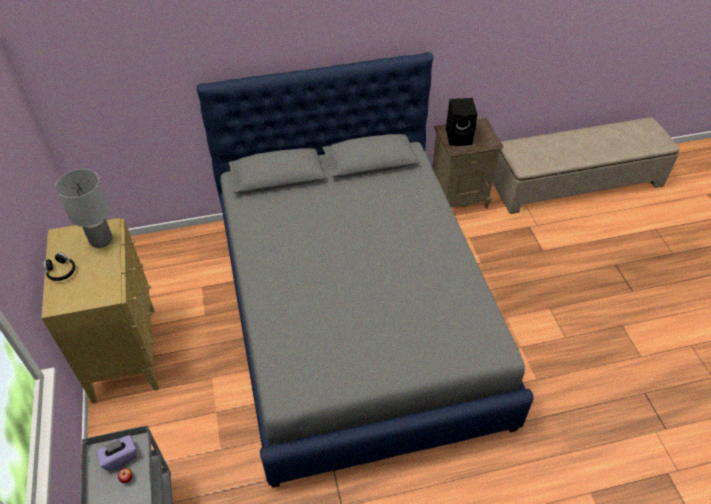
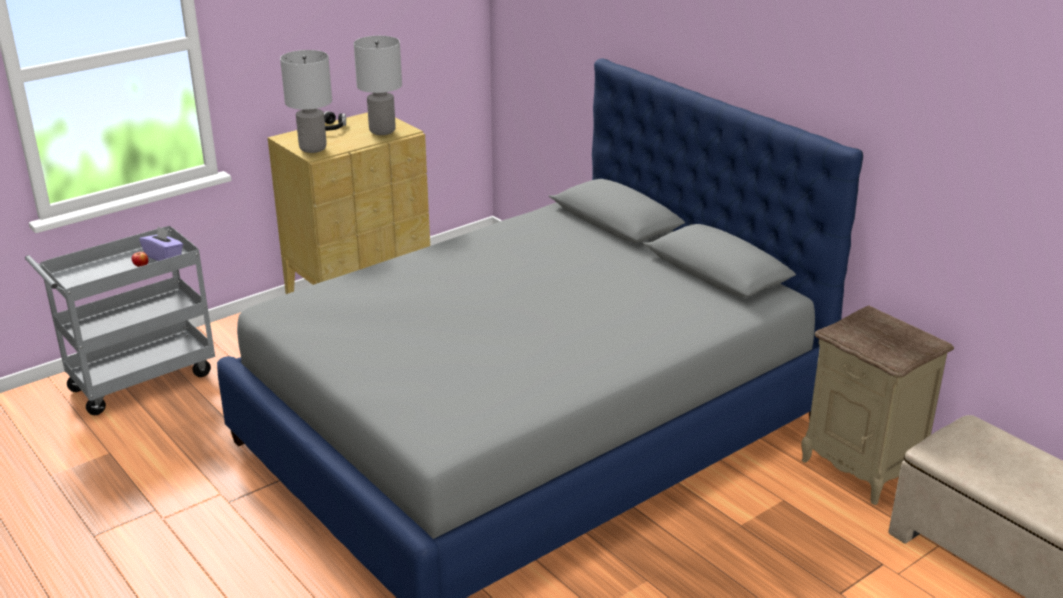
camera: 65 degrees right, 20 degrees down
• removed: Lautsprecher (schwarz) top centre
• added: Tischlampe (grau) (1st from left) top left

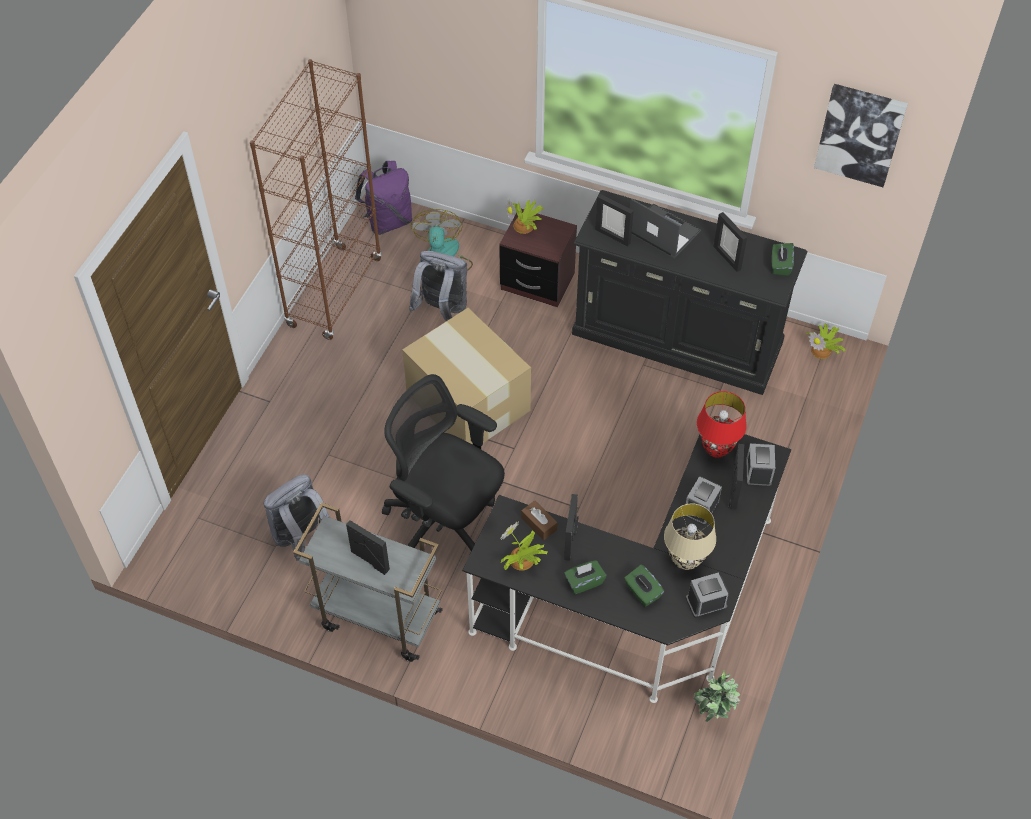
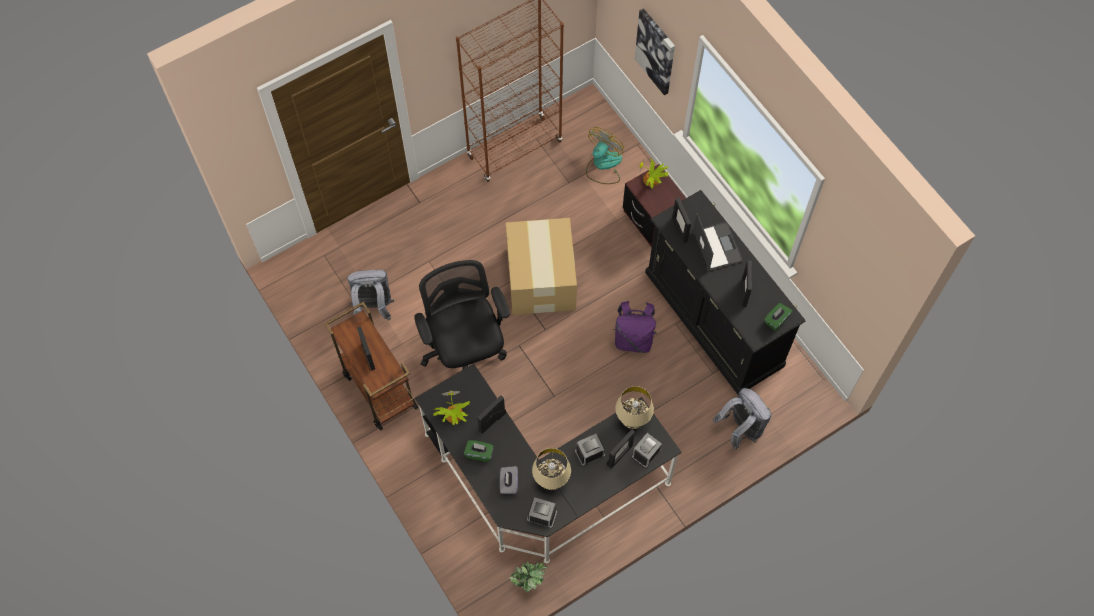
camera: 35 degrees right, 10 degrees up
• moved: Bild top right to top centre
• moved: Rucksack (lila) top centre to centre
• moved: Rucksack (grau) (2nd from left) centre to bottom right
• removed: Topfpflanze (4th from left) middle right
• recoloured: Tischlampe (rot) middle right to Tischlampe (beige) (2nd from left) centre
• removed: Taschentuchbox (braun) centre
• recoloured: Rollwagen (grau) bottom centre to Rollwagen (braun) centre
• recoloured: Taschentuchbox (grün) (2nd from left) bottom centre to Taschentuchbox (grau) bottom centre

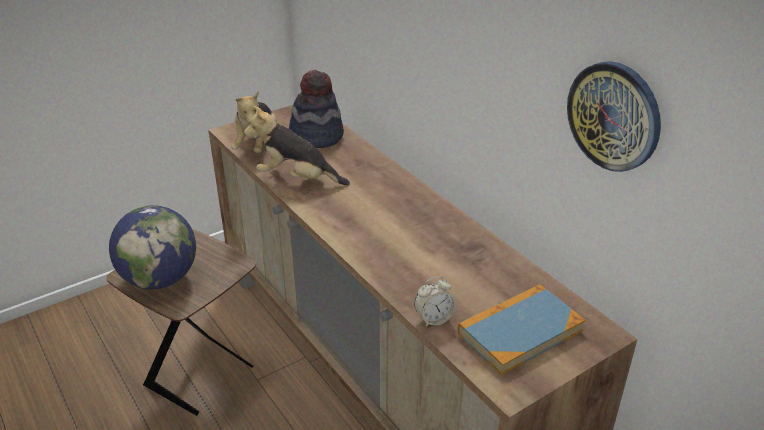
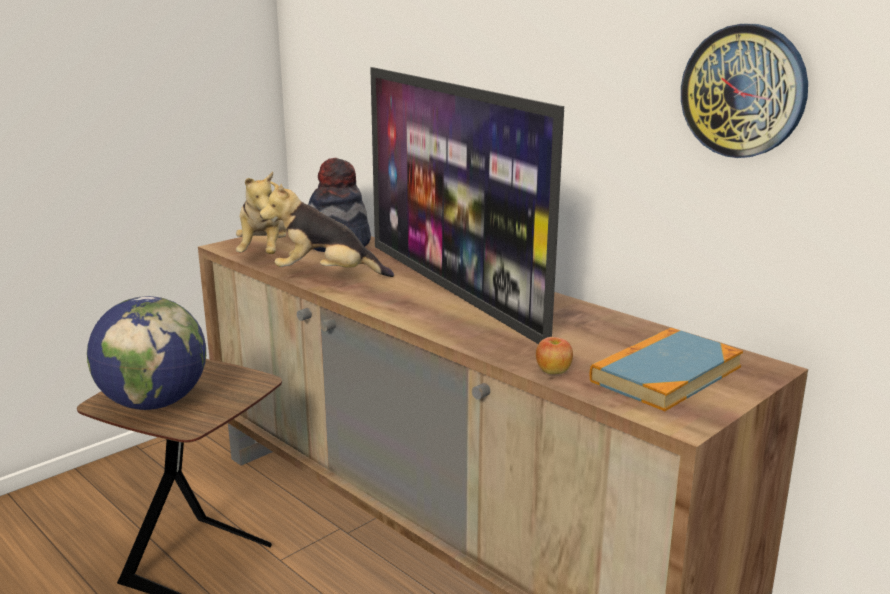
camera: 10 degrees left, 15 degrees down
• replaced: Wecker bottom centre to Apfel centre
• added: Fernseher centre

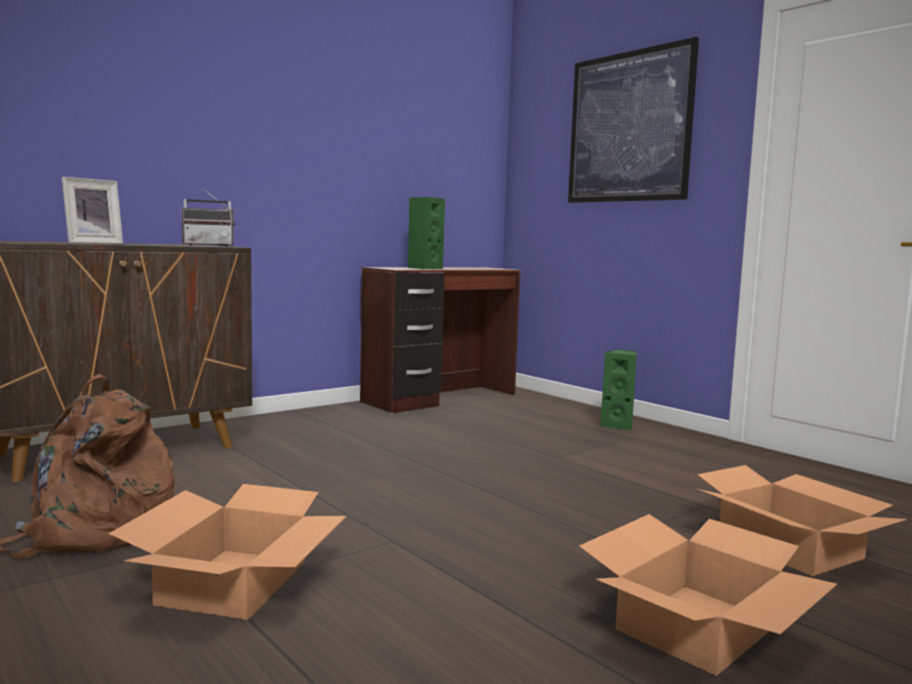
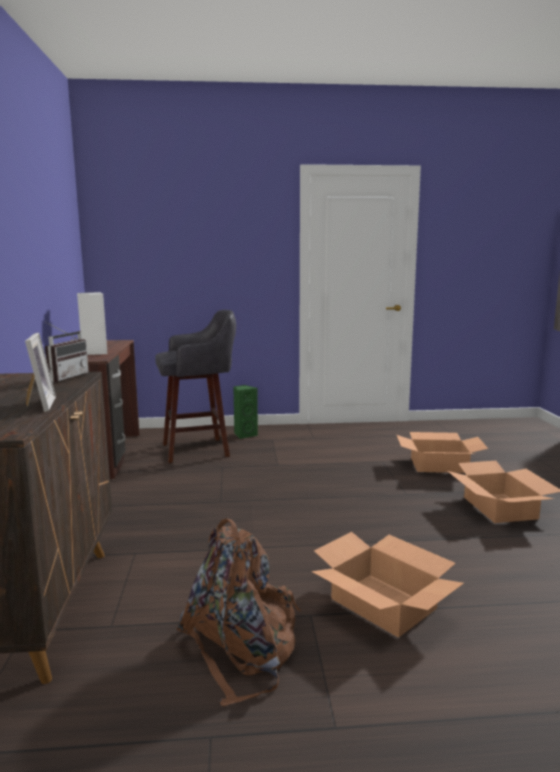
camera: 55 degrees left, 5 degrees up
• removed: Bild top right
• recoloured: Lautsprecher (grün) (1st from left) centre to Lautsprecher (weiß) middle left
• added: Hocker (grau) centre

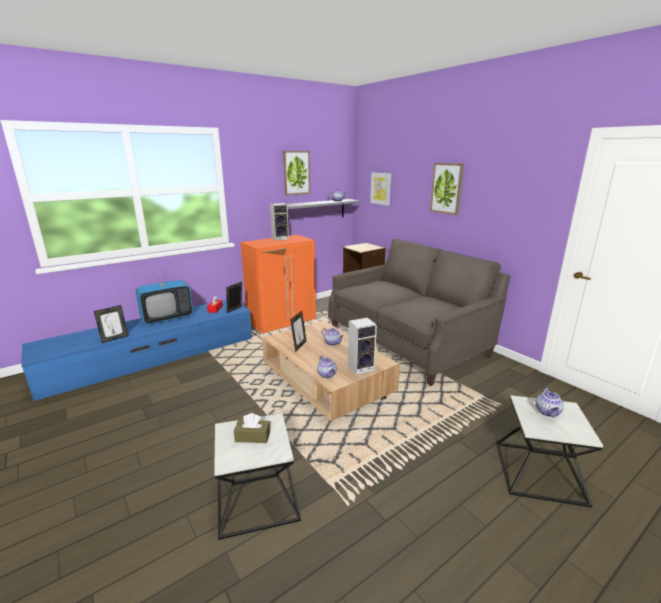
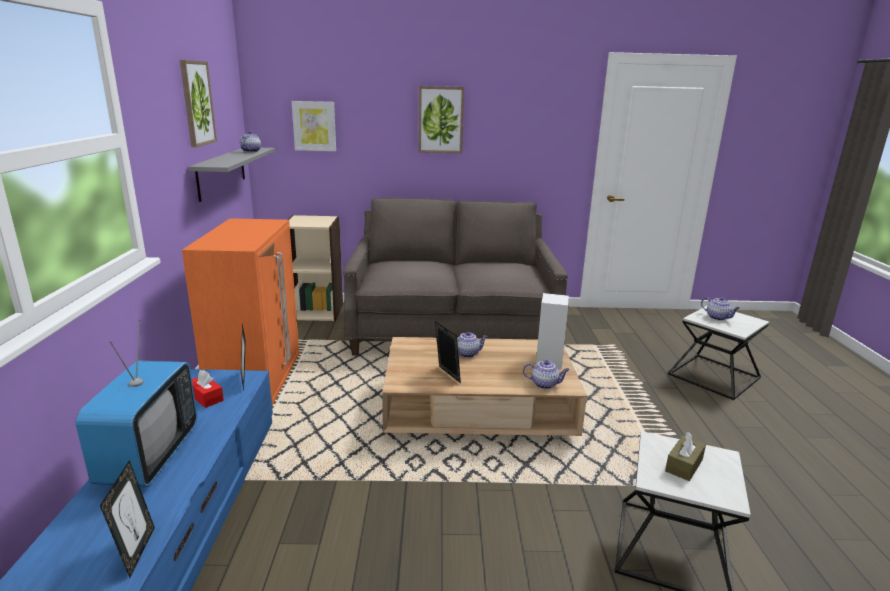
camera: 55 degrees left, 0 degrees up
• removed: Lautsprecher (1st from left) centre

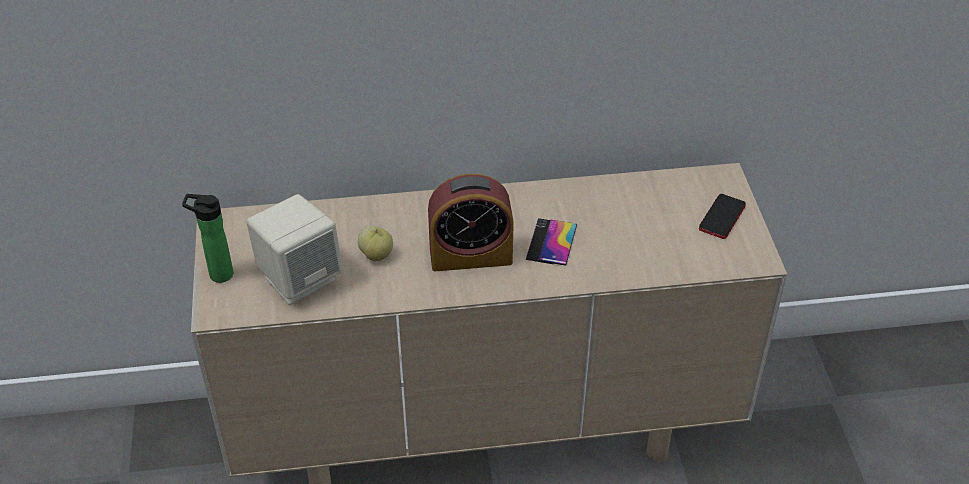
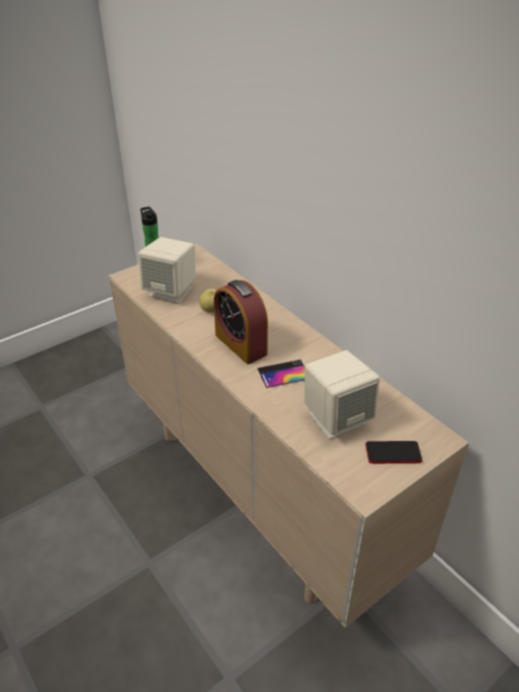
camera: 60 degrees right, 5 degrees down
• added: Lautsprecher (beige) (2nd from left) centre

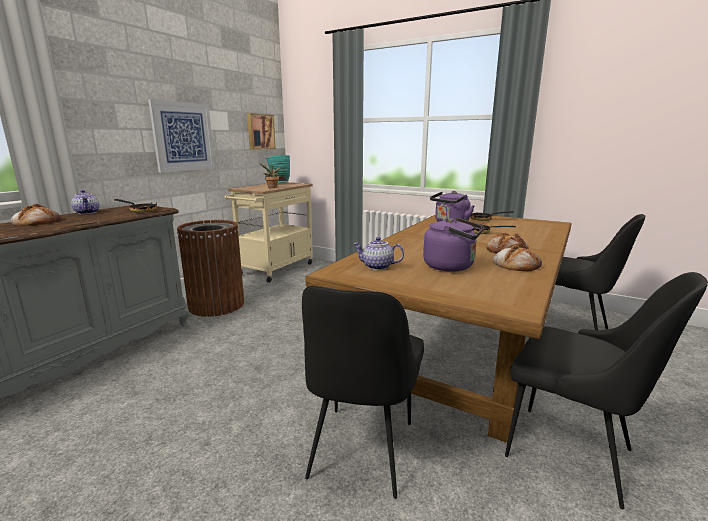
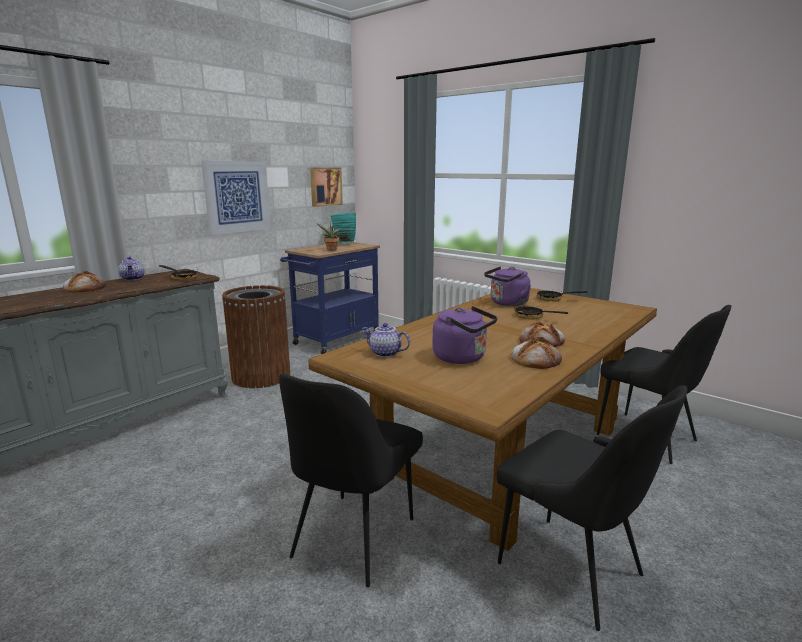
camera: 10 degrees right, 0 degrees up
• recoloured: Rollwagen (beige) centre to Rollwagen (blau) centre

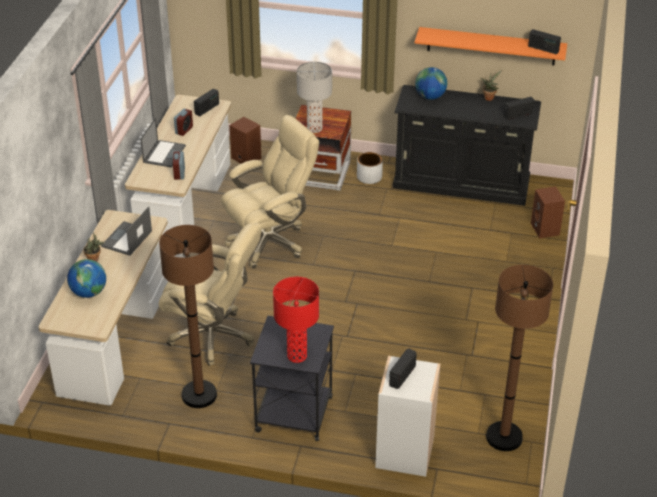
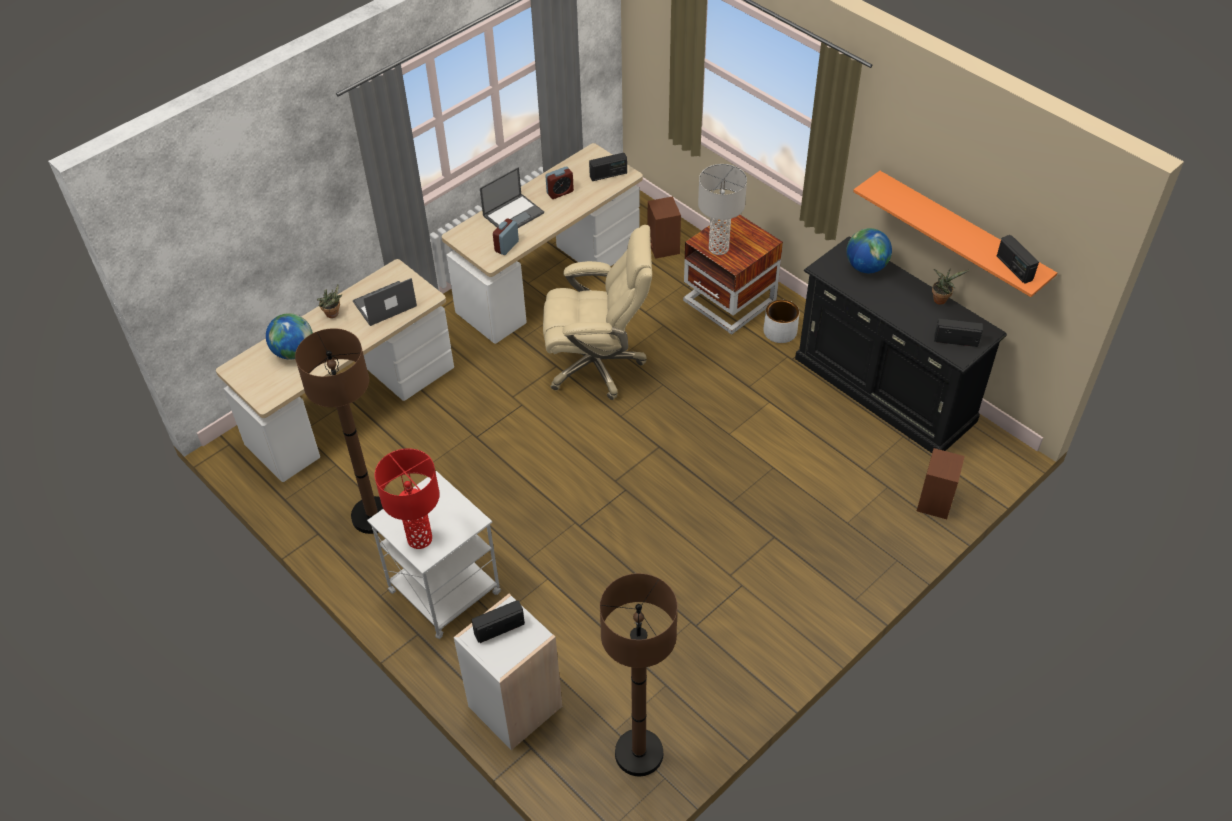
camera: 35 degrees right, 10 degrees up
• removed: Bürostuhl (beige) (1st from left) middle left
• recoloured: Rollwagen (schwarz) bottom centre to Rollwagen (weiß) bottom centre

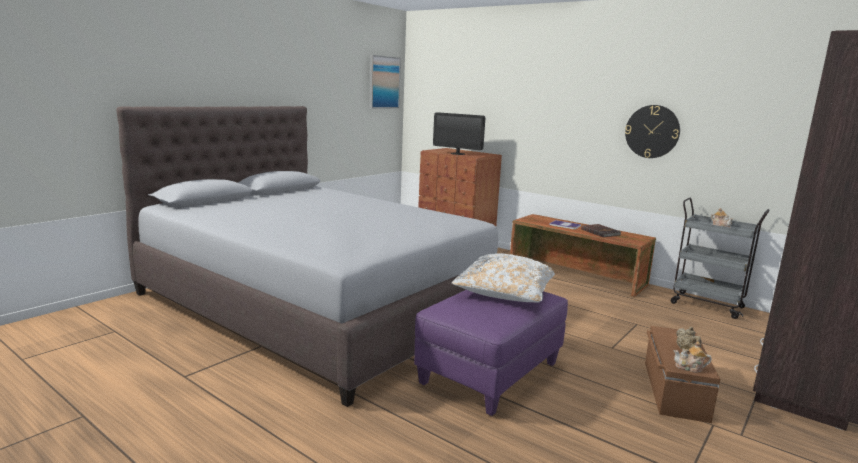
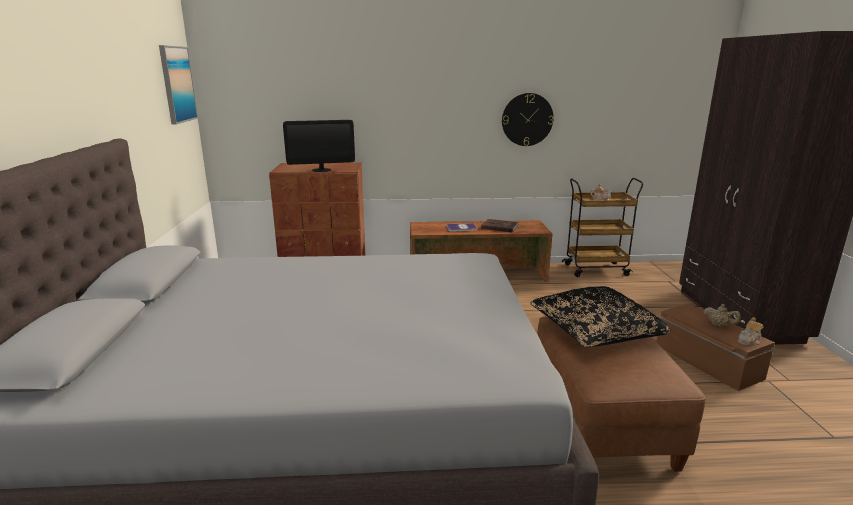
camera: 40 degrees left, 5 degrees up
• recoloured: Rollwagen (grau) middle right to Rollwagen (braun) middle right
• recoloured: Kissen (weiß) centre to Kissen (schwarz) middle right
• recoloured: Polsterhocker (lila) bottom centre to Polsterhocker (braun) bottom right

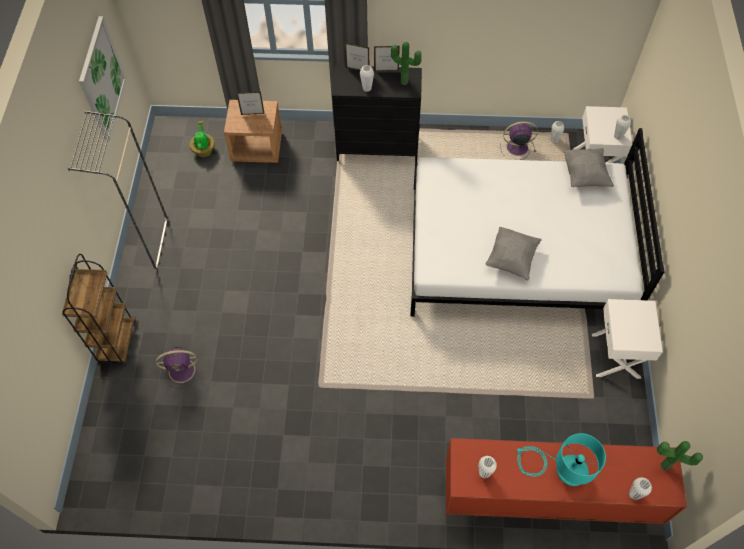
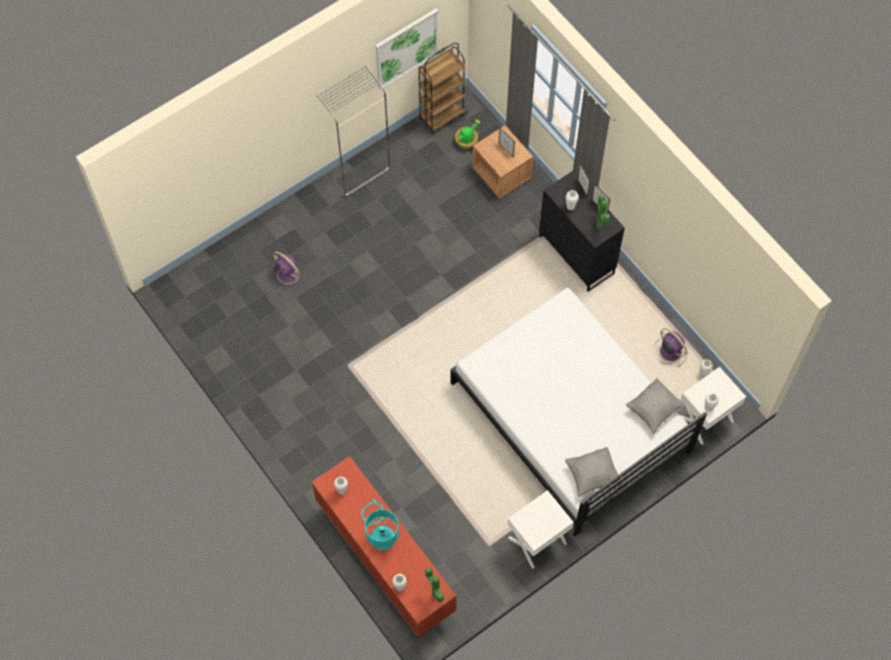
camera: 50 degrees right, 5 degrees up
• moved: Kissen (grau) (1st from left) middle right to bottom right
• moved: Rollwagen (braun) middle left to top centre

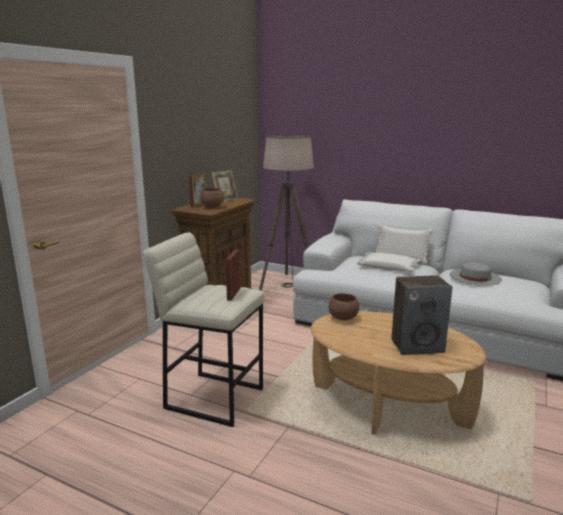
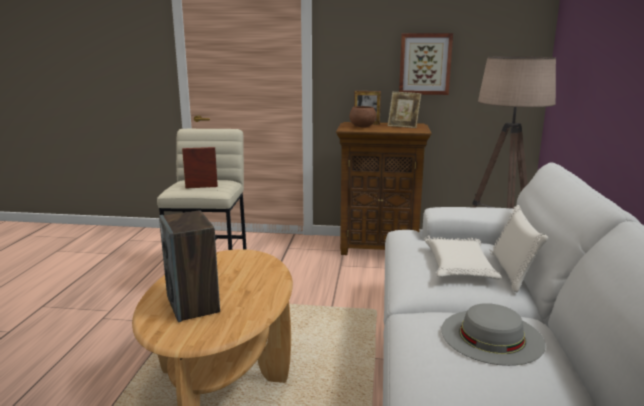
camera: 70 degrees right, 0 degrees up
• removed: Schüssel (braun) (2nd from left) centre
• added: Bild top centre

